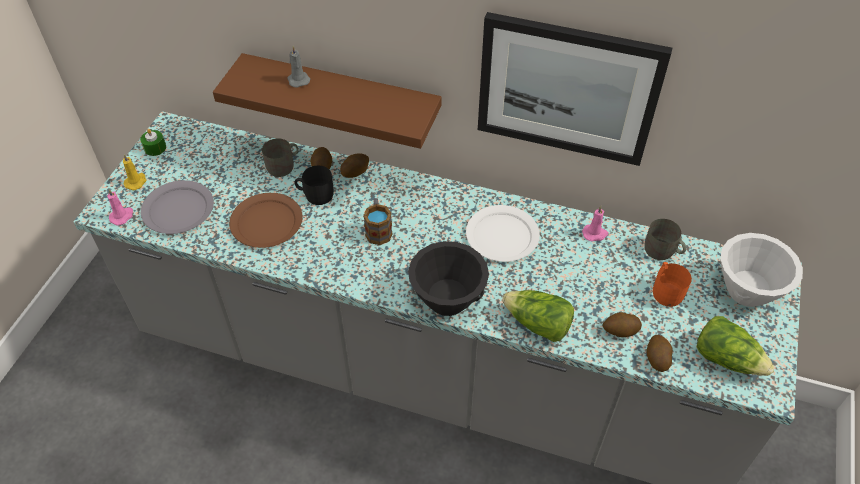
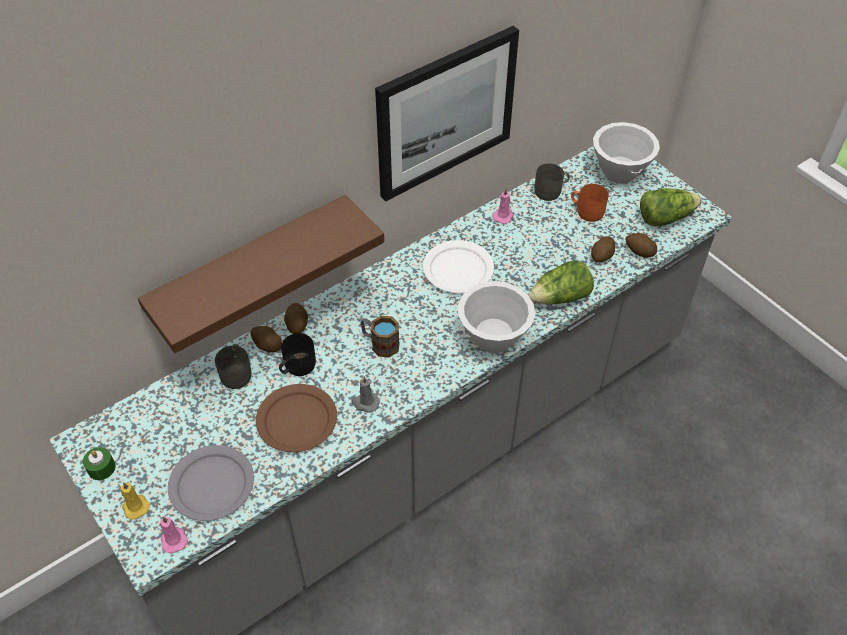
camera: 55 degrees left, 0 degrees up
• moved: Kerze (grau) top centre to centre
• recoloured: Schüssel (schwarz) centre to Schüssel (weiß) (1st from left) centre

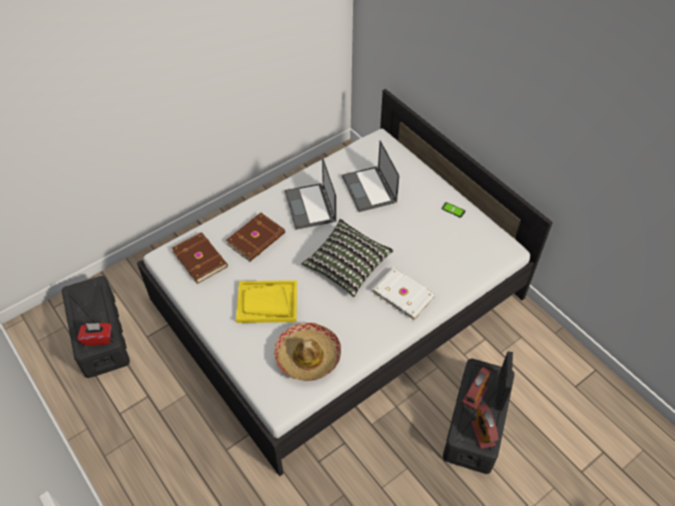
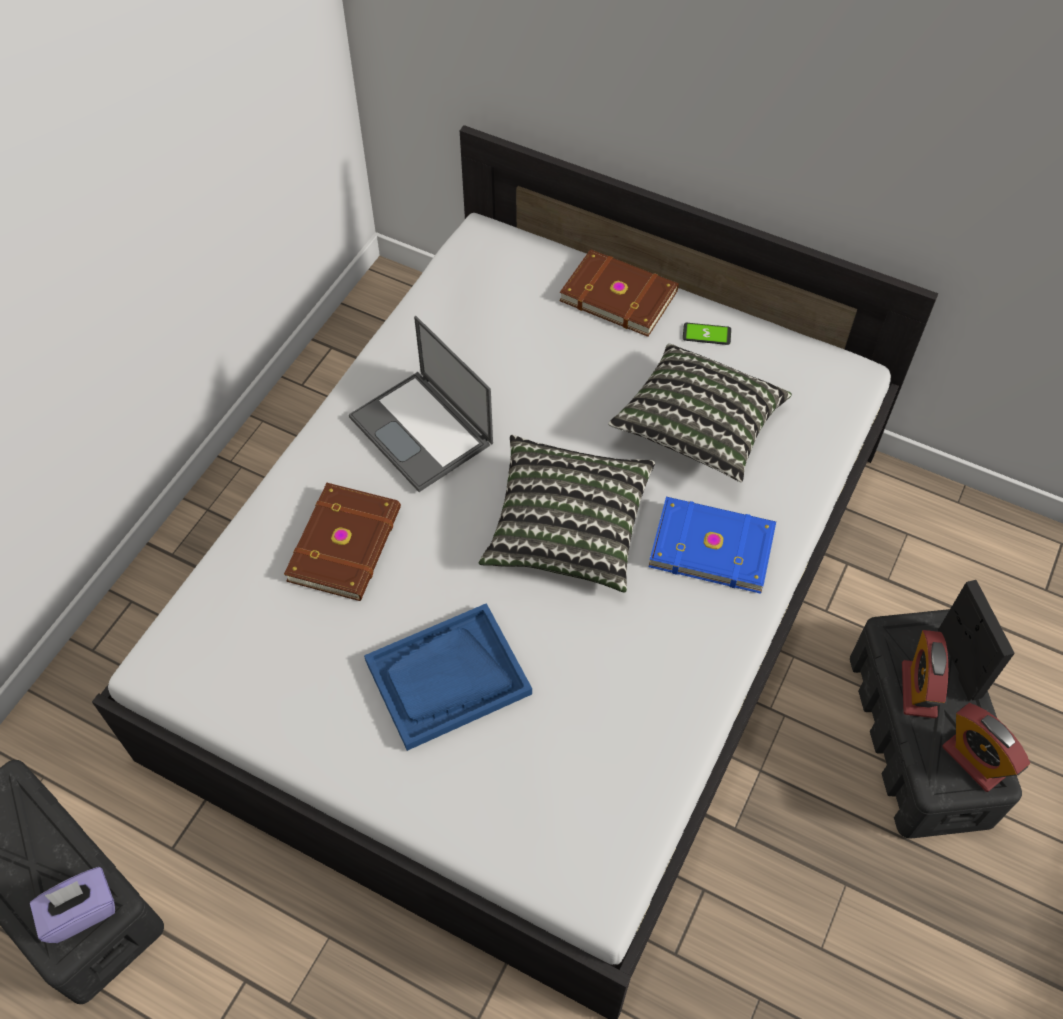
camera: 25 degrees left, 5 degrees up
• removed: Laptop (2nd from left) centre
• moved: Buch (braun) (1st from left in the first image) middle left to Buch (braun) (2nd from left) top centre
• recoloured: Buch (weiß) centre to Buch (blau) middle right
• recoloured: Tablett (gelb) centre to Tablett (blau) centre
• recoloured: Taschentuchbox (rot) middle left to Taschentuchbox (lila) bottom left
• removed: Hut bottom centre
• added: Kissen (2nd from left) centre

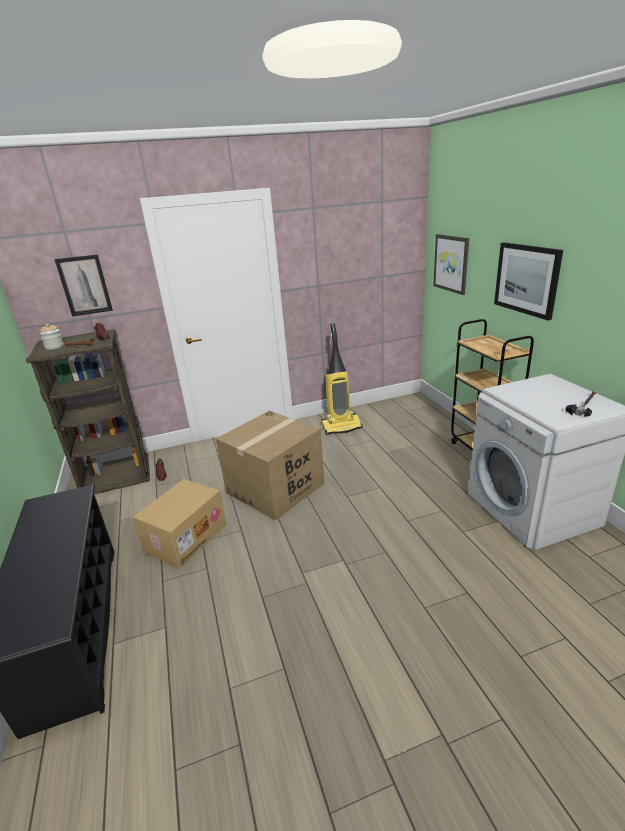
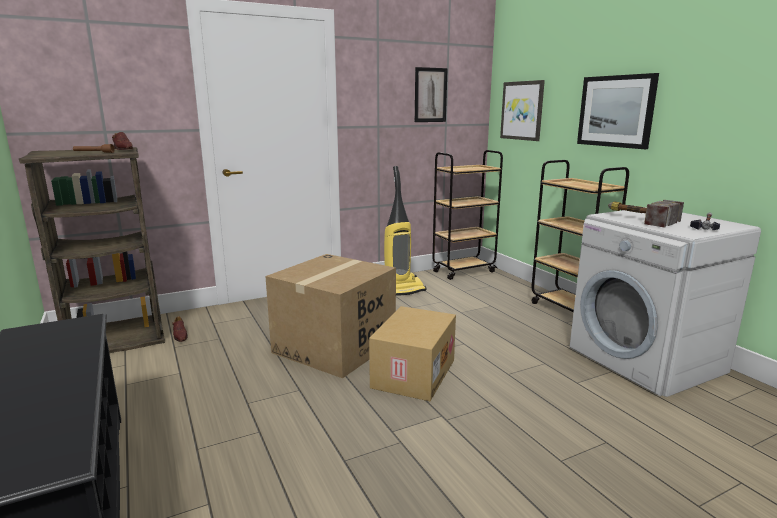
camera: 10 degrees left, 10 degrees down
• moved: Bild (1st from left) middle left to top centre
• removed: Vorratsglas middle left
• moved: Karton (1st from left in the first image) middle left to Karton (2nd from left) bottom centre
• added: Rollwagen (braun) (1st from left) centre
• added: Hammer (1st from left) middle right

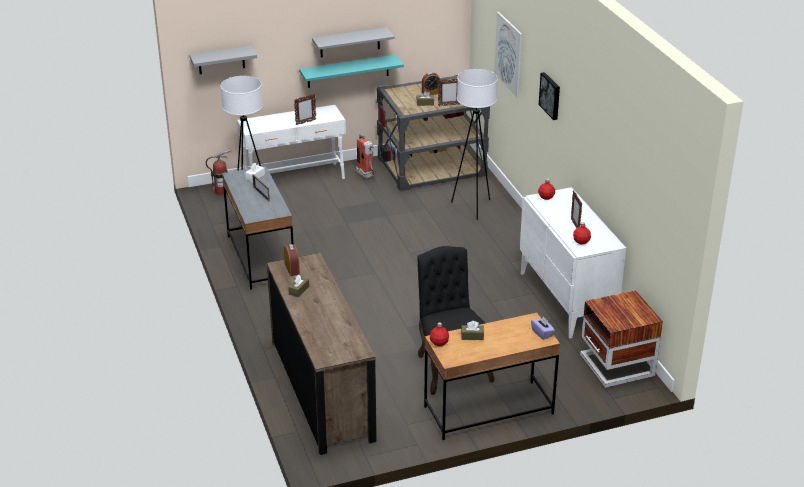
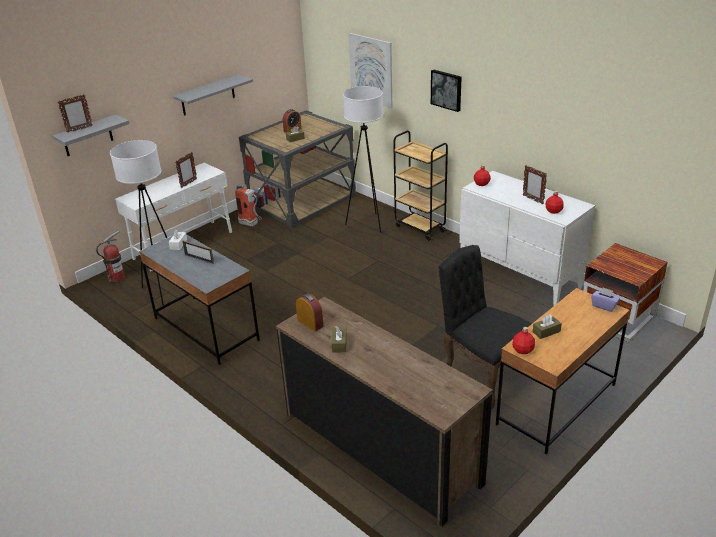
camera: 25 degrees left, 0 degrees up
• removed: Wandregal (türkis) top centre
• moved: Bilderrahmen (3rd from left in the first image) top centre to Bilderrahmen (1st from left) top left
• added: Rollwagen (braun) centre

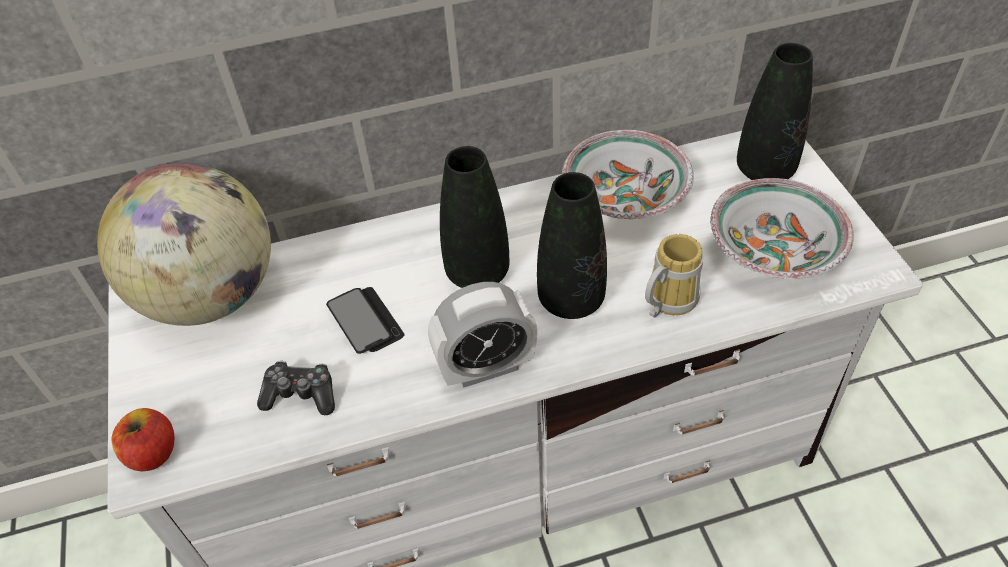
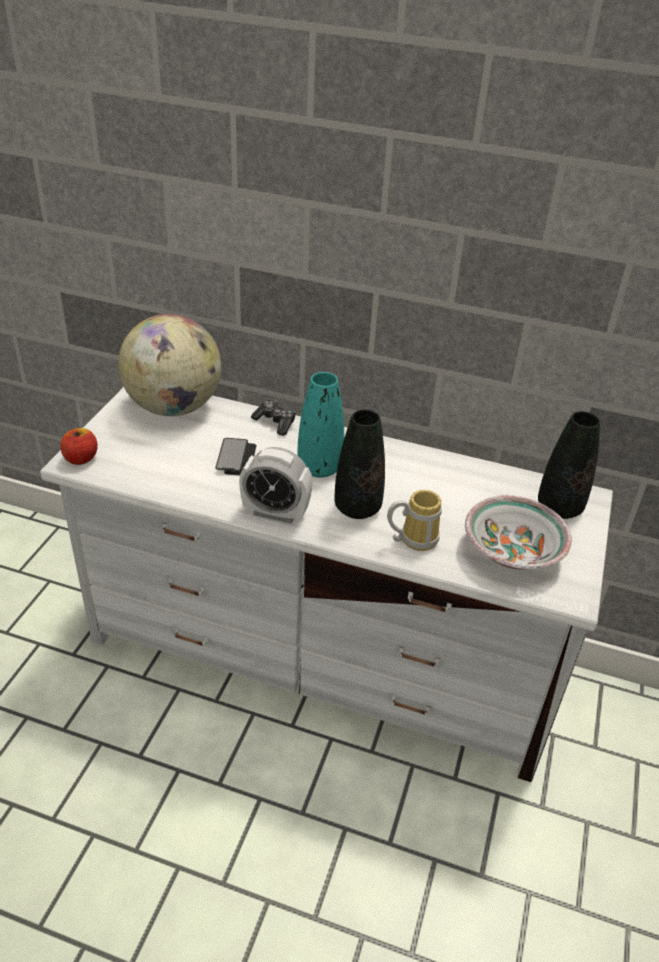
camera: 30 degrees right, 10 degrees down
• removed: Schüssel (1st from left) top centre
• recoloured: Vase (schwarz) (1st from left) centre to Vase (türkis) centre
• moved: Gamepad bottom left to centre

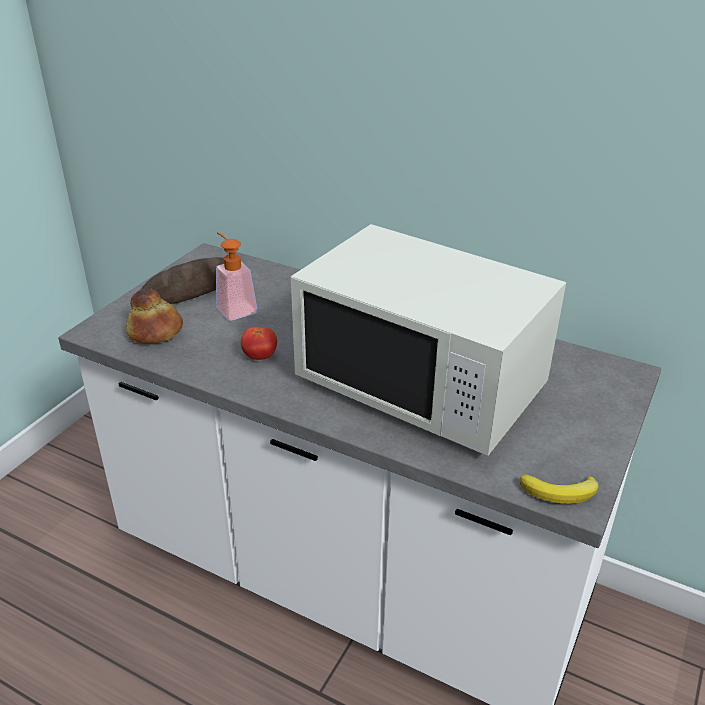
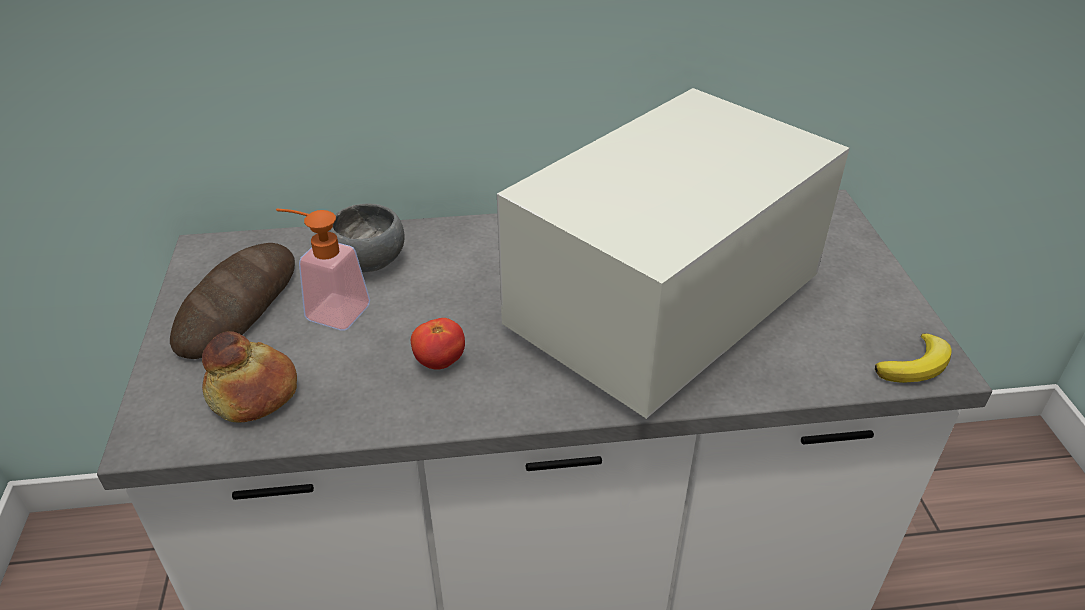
camera: 35 degrees left, 5 degrees up
• turned: Mikrowelle (weiß) centre = centre 135 degrees clockwise
• added: Schüssel (grau) centre

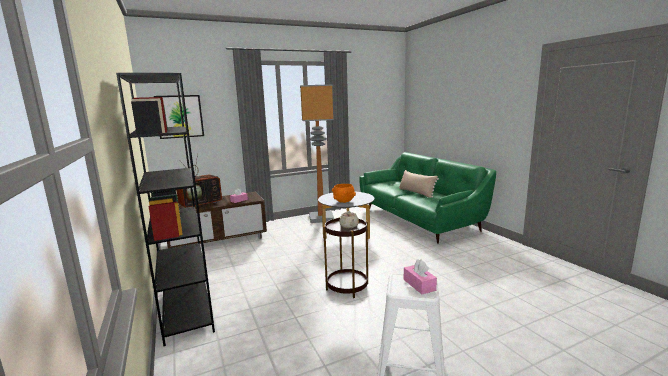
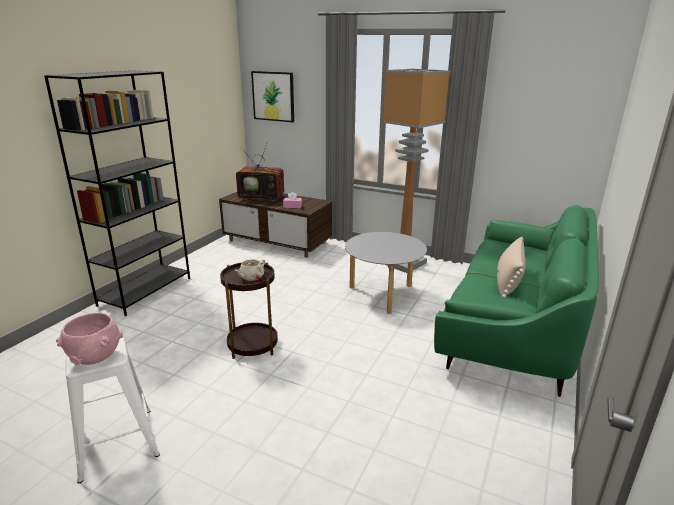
camera: 50 degrees right, 10 degrees up
• removed: Schüssel (orange) centre
• replaced: Taschentuchbox (rosa) (2nd from left) bottom centre to Schüssel (rosa) bottom left

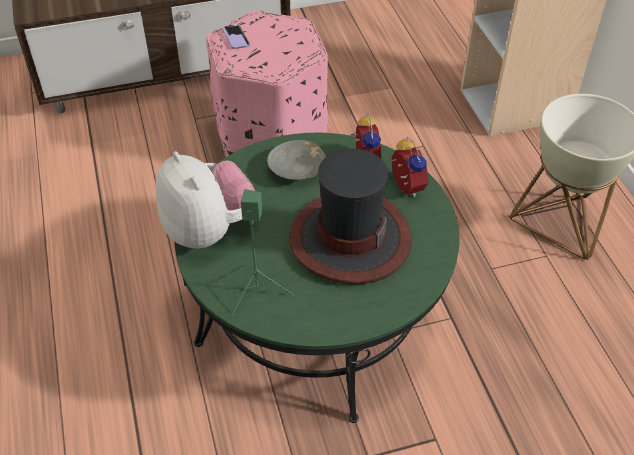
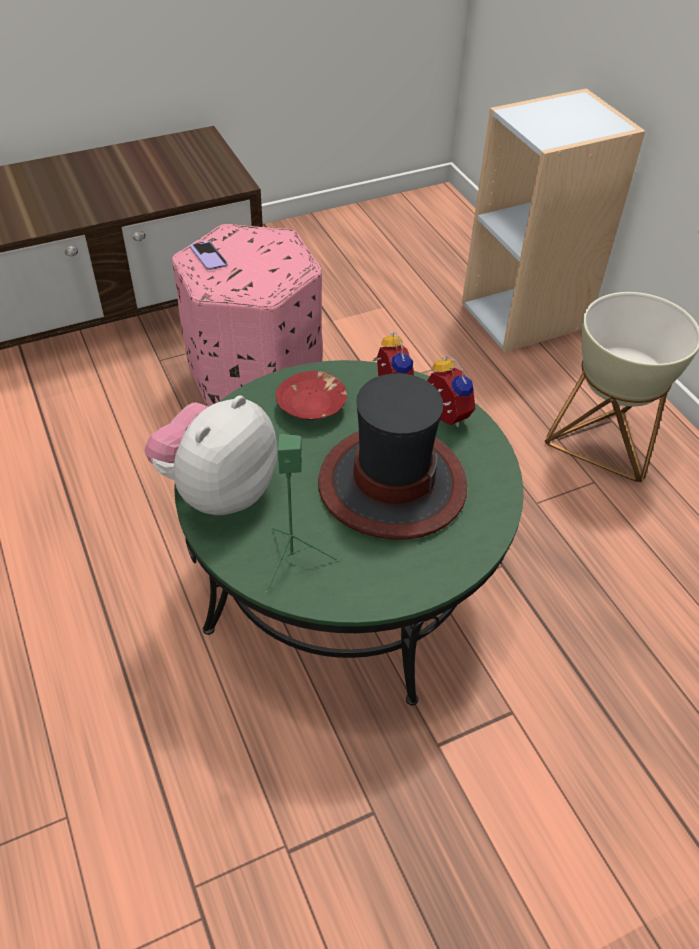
camera: 10 degrees left, 0 degrees up
• recoloured: Schüssel (grau) centre to Schüssel (rot) centre
• turned: Plüschtier middle left = middle left 105 degrees counterclockwise

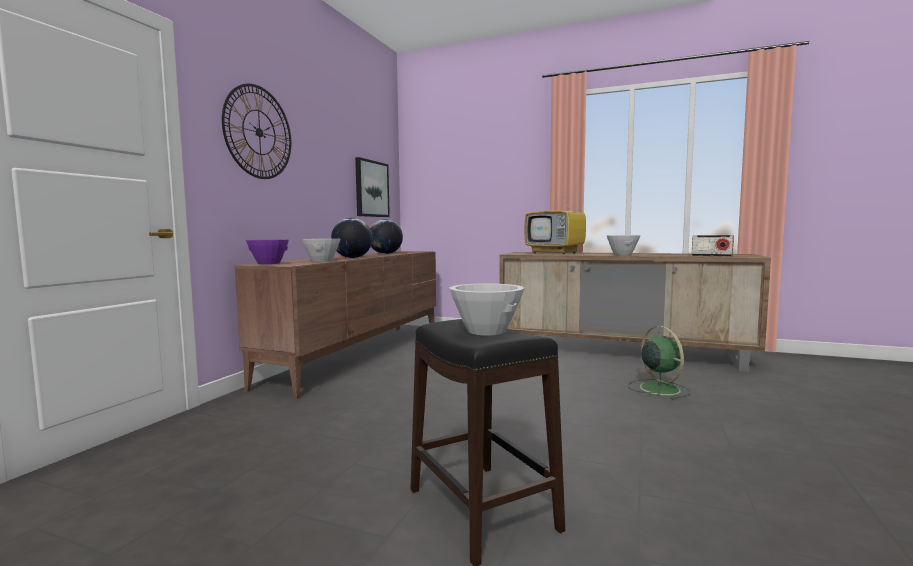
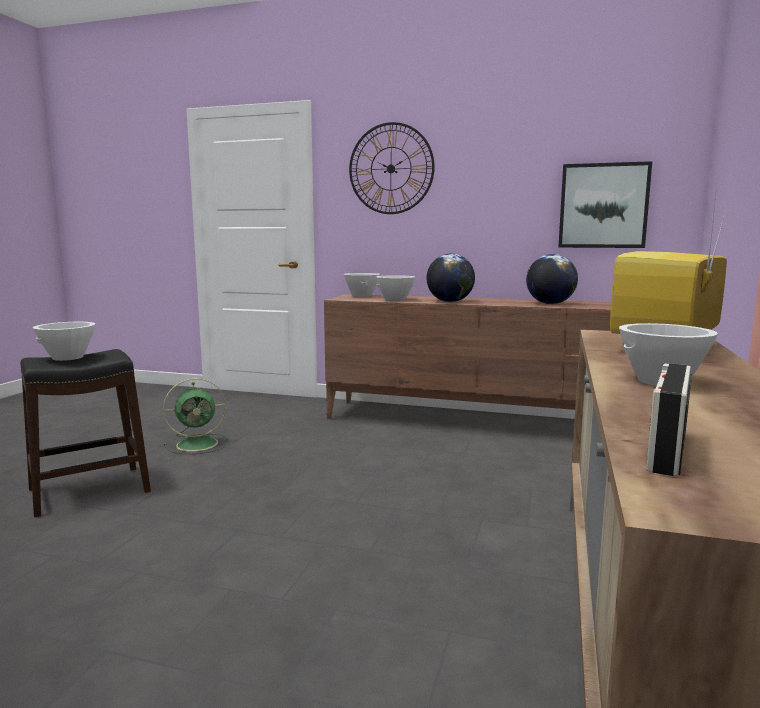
camera: 85 degrees right, 5 degrees up
• recoloured: Schüssel (lila) middle left to Schüssel (weiß) (2nd from left) centre
• moved: Ventilator (grün) middle right to middle left

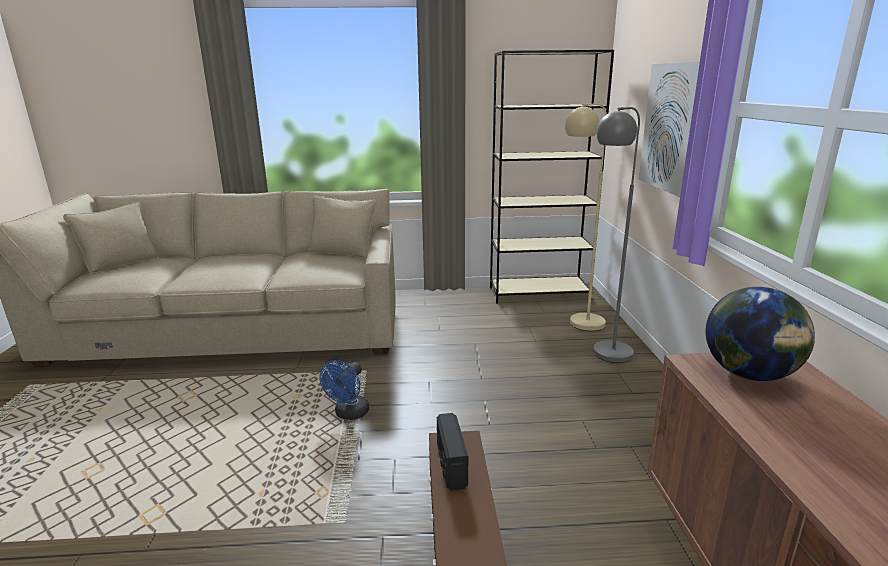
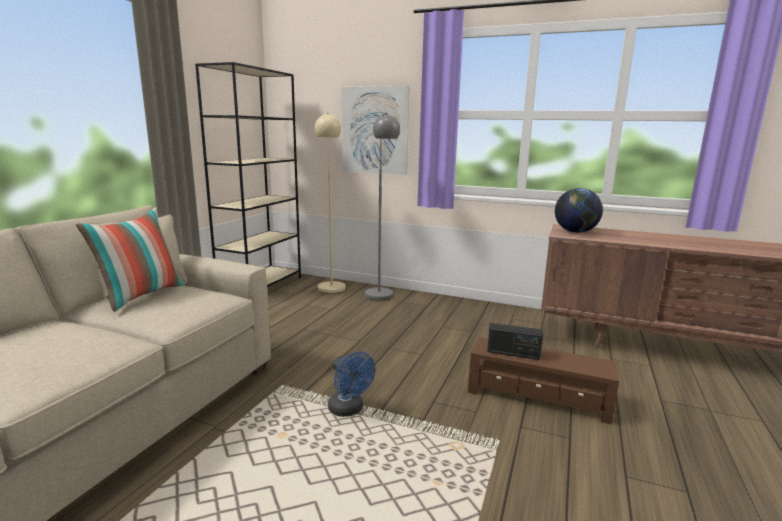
camera: 65 degrees left, 5 degrees down
• added: Kissen middle left

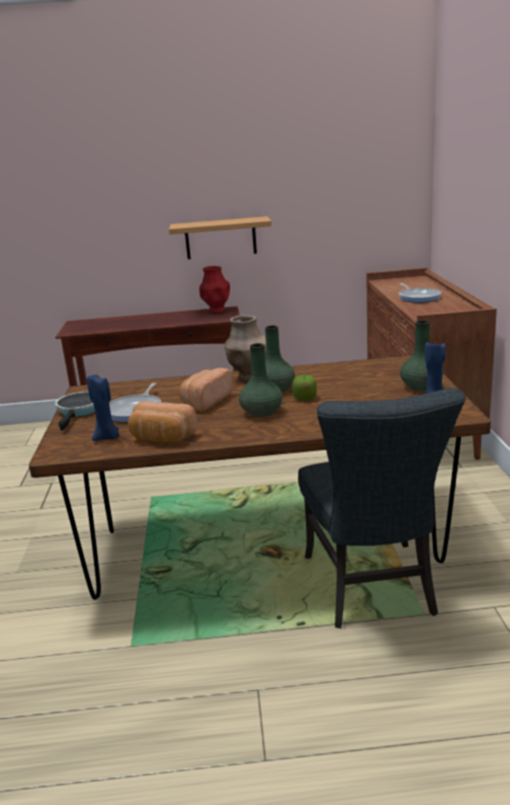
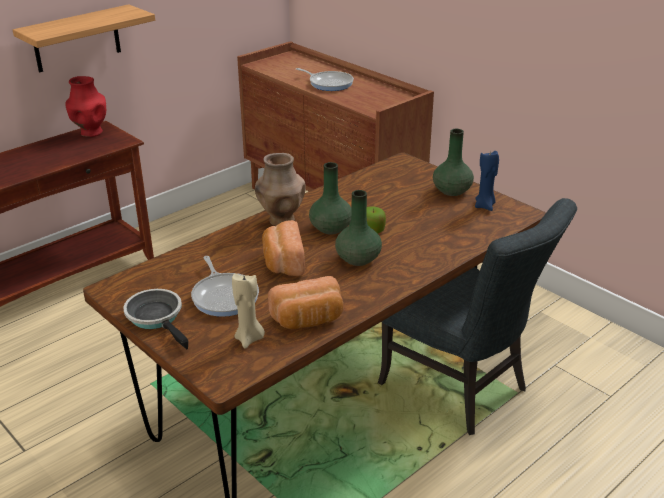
camera: 40 degrees left, 10 degrees up
• recoloured: Kerze (blau) (1st from left) middle left to Kerze (beige) centre

